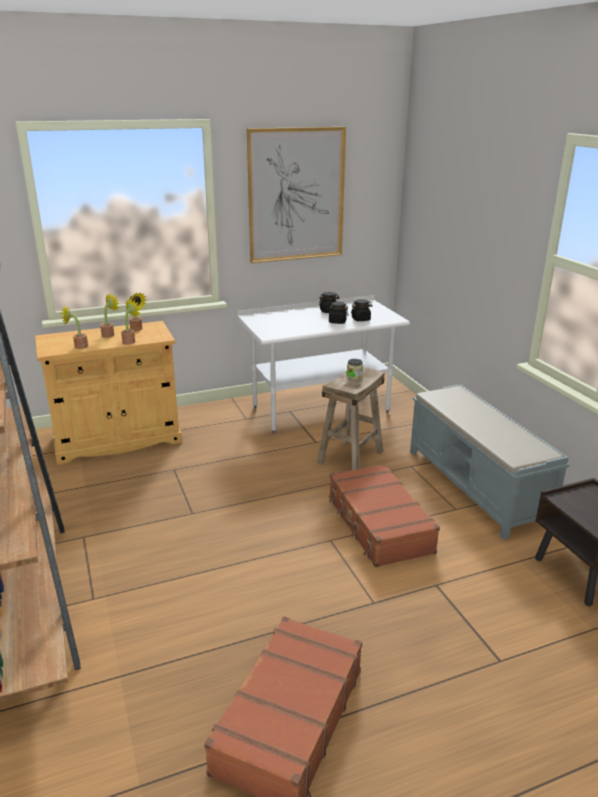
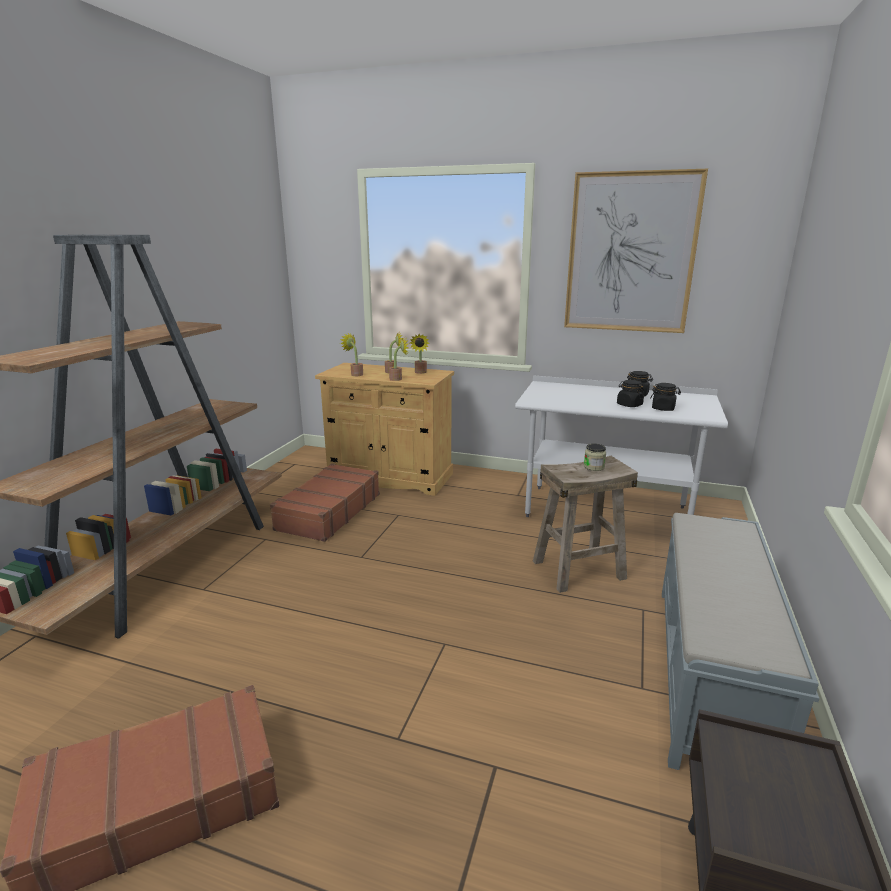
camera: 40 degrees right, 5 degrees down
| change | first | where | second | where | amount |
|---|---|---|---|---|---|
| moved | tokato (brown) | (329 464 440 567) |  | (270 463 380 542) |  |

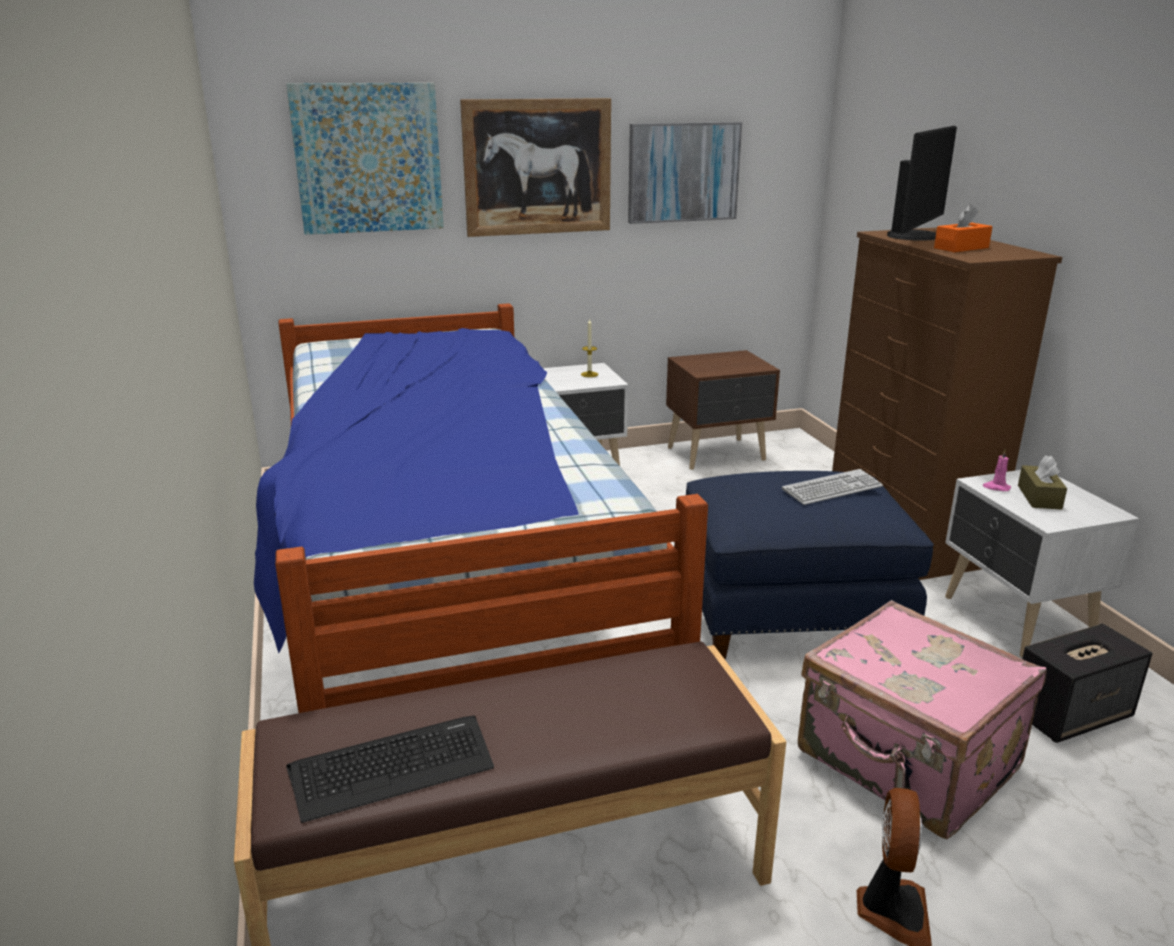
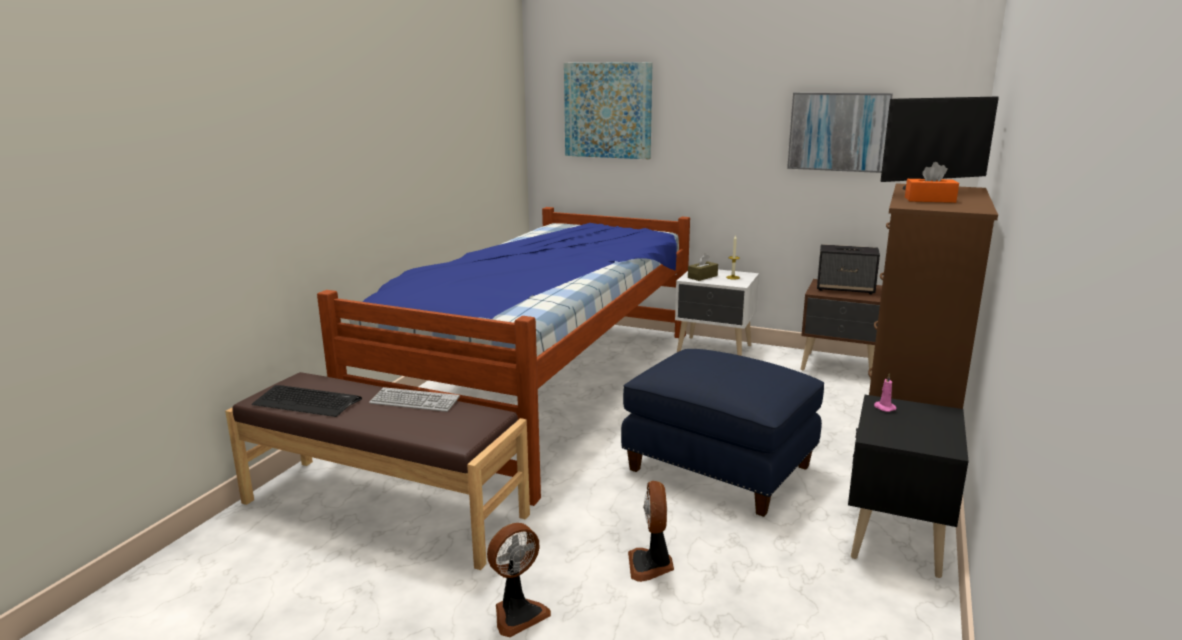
camera: 40 degrees right, 5 degrees down
| change | first | where | second | where | amount |
|---|---|---|---|---|---|
| removed | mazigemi | (460 98 611 237) |  |  |  |
| moved | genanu | (782 469 883 505) |  | (369 387 460 412) |  |
| replaced | tokato (pink) | (798 600 1046 839) | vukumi | (628 481 674 582) |  |
| recoloured | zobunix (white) | (945 470 1139 658) | zobunix (black) | (848 395 968 578) |  |
| moved | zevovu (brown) | (1018 455 1067 510) |  | (688 253 718 281) |  |
| moved | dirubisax | (1022 624 1152 743) |  | (817 244 880 295) |  |

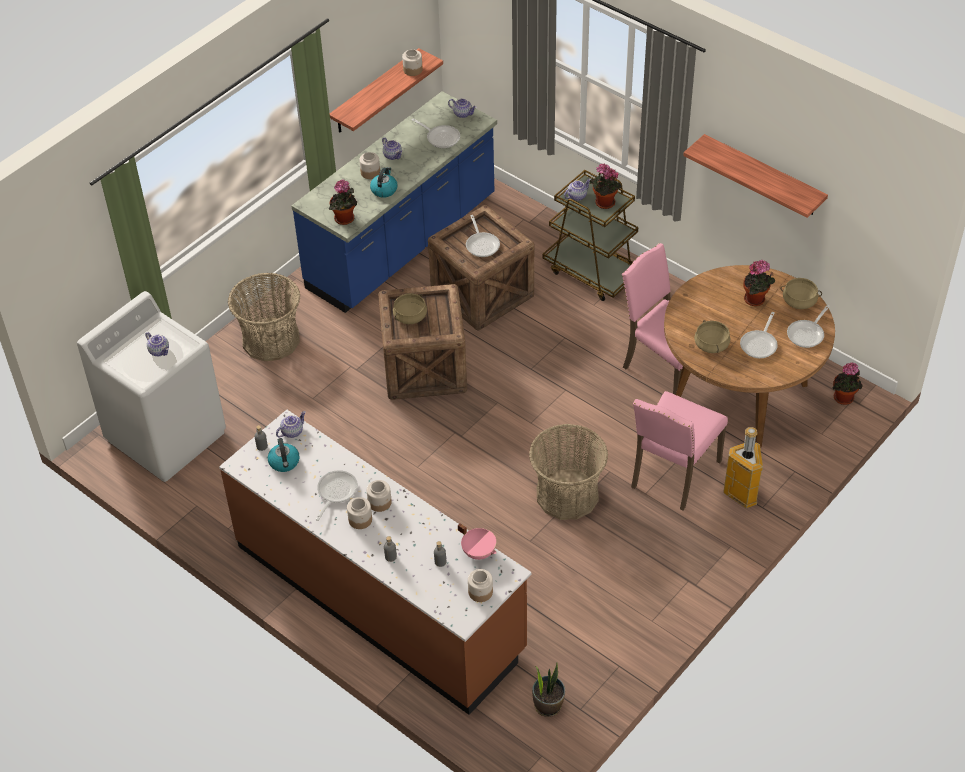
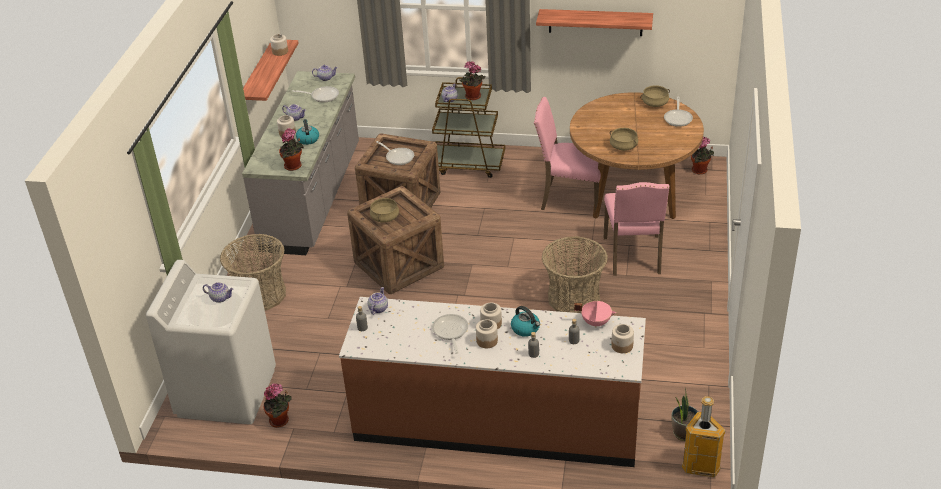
camera: 30 degrees left, 10 degrees down
| change | first | where | second | where | amount |
|---|---|---|---|---|---|
| moved | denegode | (268 438 300 472) |  | (511 306 540 337) |  |
| recoloured | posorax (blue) | (292 91 497 313) | posorax (grey) | (242 71 359 255) |  |
| moved | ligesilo | (723 427 763 509) |  | (682 396 725 477) |  |
| removed | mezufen | (740 312 778 358) |  |  |  |
| moved | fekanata | (743 260 775 306) |  | (264 383 292 428) |  |

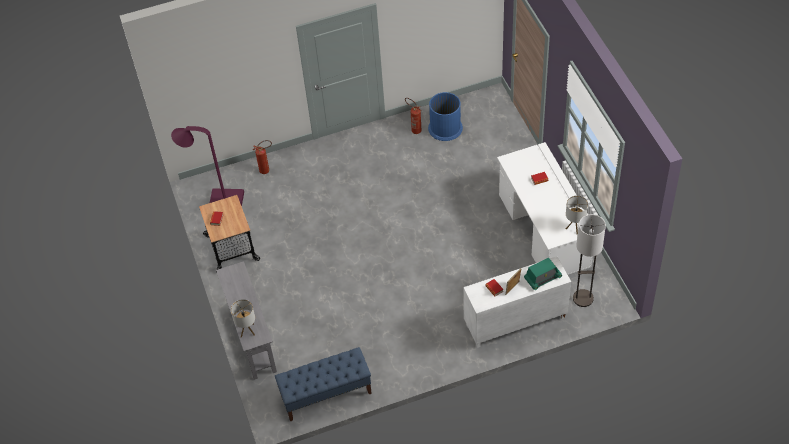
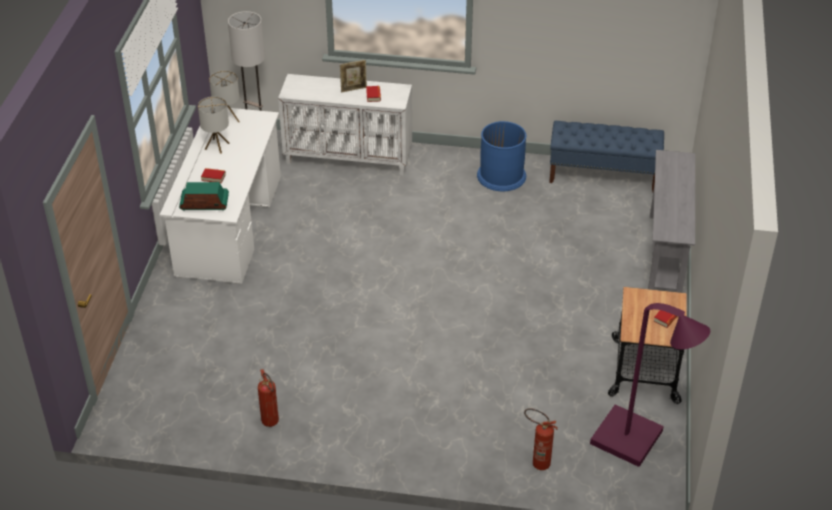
camera: 155 degrees left, 10 degrees down
| change | first | where | second | where | amount |
|---|---|---|---|---|---|
| moved | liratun | (231 299 255 337) |  | (198 96 230 154) |  |
| moved | ligesilo (blue) | (428 92 463 141) |  | (477 121 527 191) |  |
| moved | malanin | (524 258 562 290) |  | (179 182 229 211) |  |

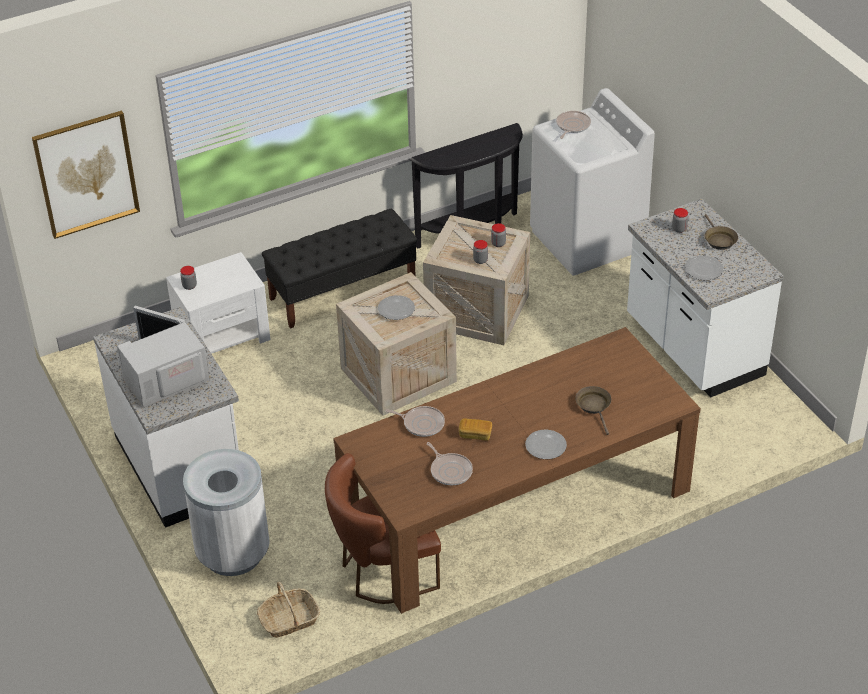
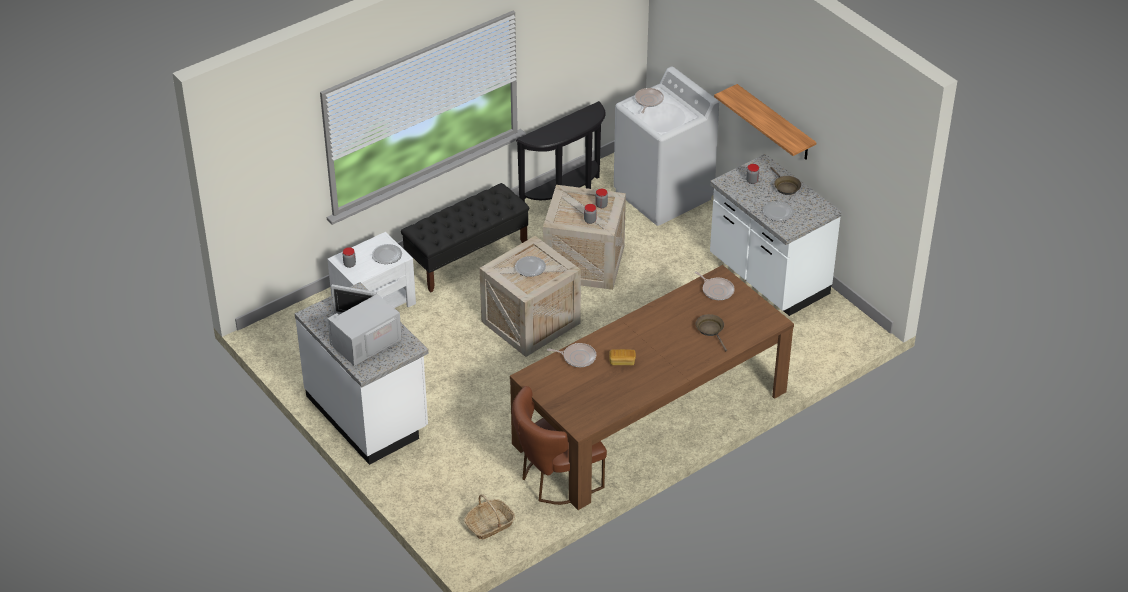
camera: 10 degrees left, 0 degrees up
| change | first | where | second | where | amount |
|---|---|---|---|---|---|
| removed | mazigemi | (32 110 140 239) |  |  |  |
| removed | ligesilo (white) | (183 449 270 576) |  |  |  |
| moved | mezufen | (427 442 473 485) |  | (695 271 735 300) |  |
| moved | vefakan | (525 430 567 459) |  | (372 244 402 264) |  |
| added |  |  | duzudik | (714 84 816 160) |  |

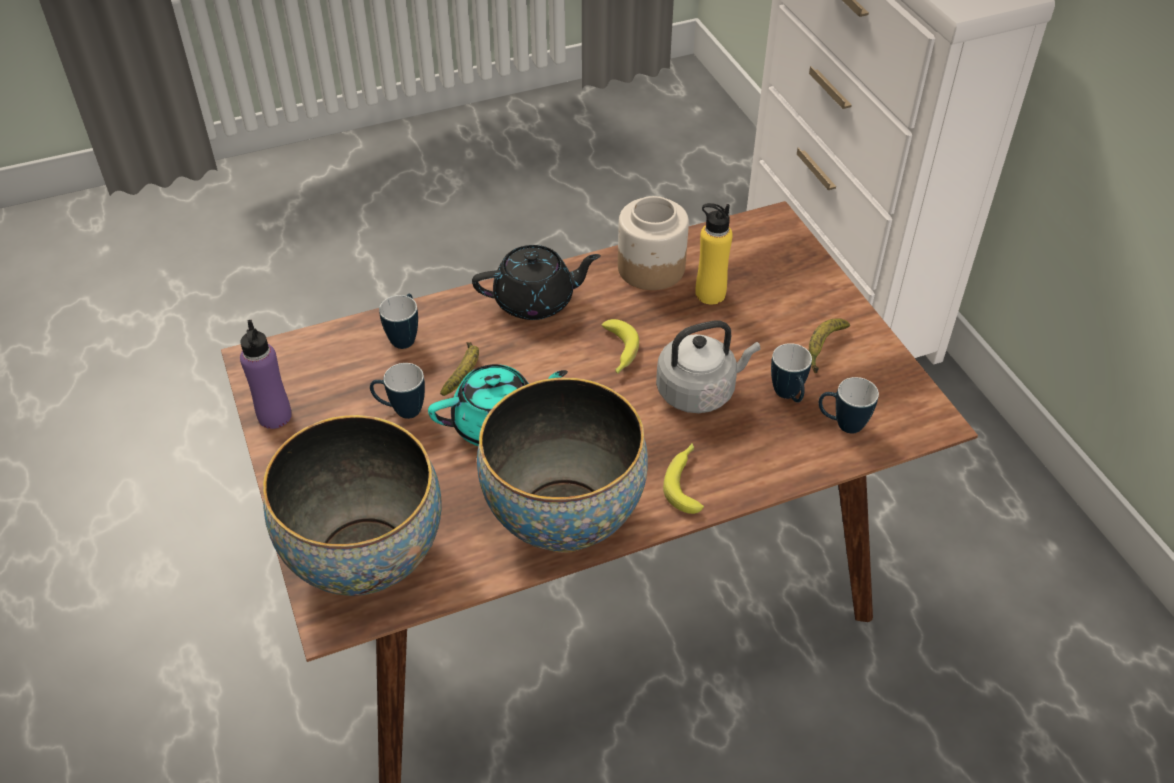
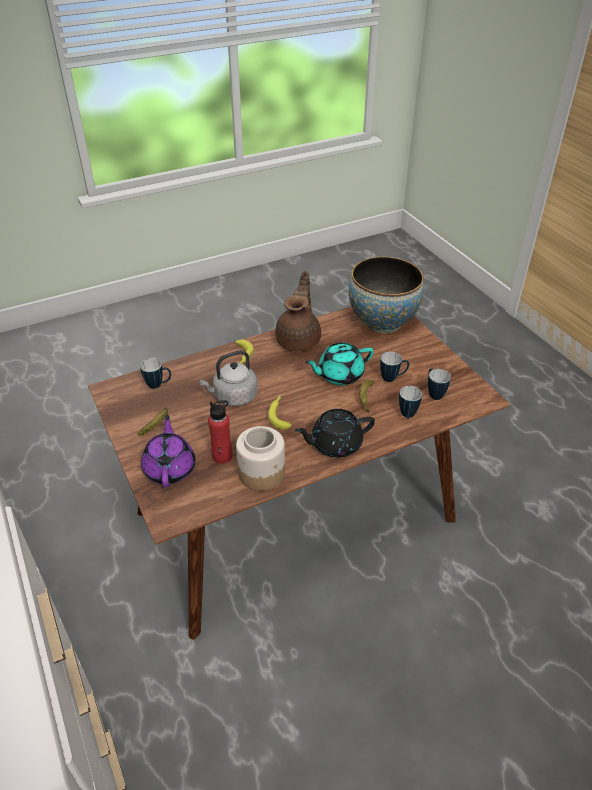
camera: 175 degrees right, 5 degrees down
| change | first | where | second | where | amount |
|---|---|---|---|---|---|
| removed | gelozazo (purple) | (240 320 292 429) |  |  |  |
| replaced | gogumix | (477 377 648 553) | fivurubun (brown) | (275 271 321 351) |  |
| recoloured | gelozazo (yellow) | (696 203 733 305) | gelozazo (red) | (208 400 232 464) |  |
| moved | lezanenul | (771 343 812 403) |  | (428 368 451 400) |  |
| added |  |  | fivurubun (purple) | (141 415 195 487) |  |

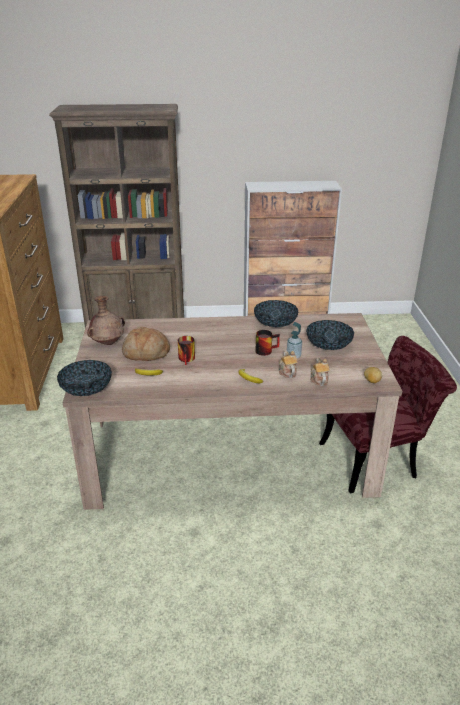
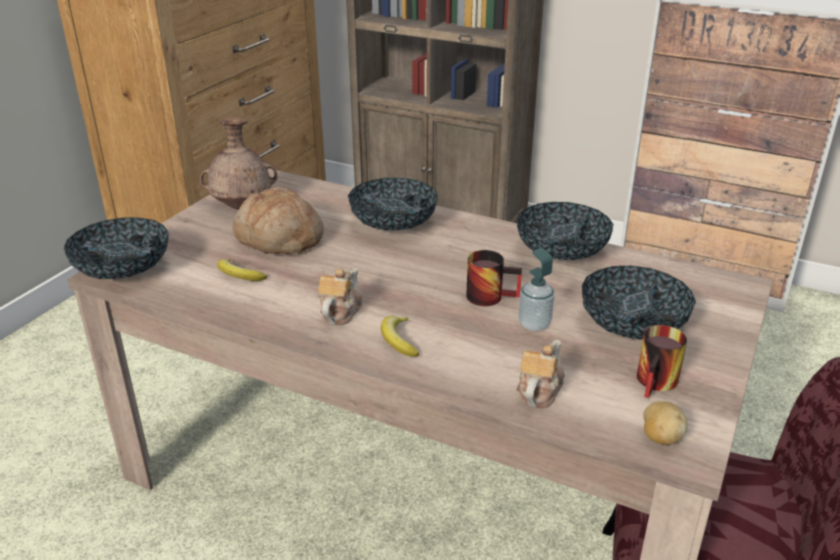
camera: 30 degrees right, 0 degrees up
| change | first | where | second | where | amount |
|---|---|---|---|---|---|
| moved | lezanenul | (178 336 195 365) |  | (637 325 687 398) |  |
| moved | fivurubun | (279 350 298 378) |  | (318 268 362 325) |  |
| added |  |  | gogumix | (348 178 438 230) |  |

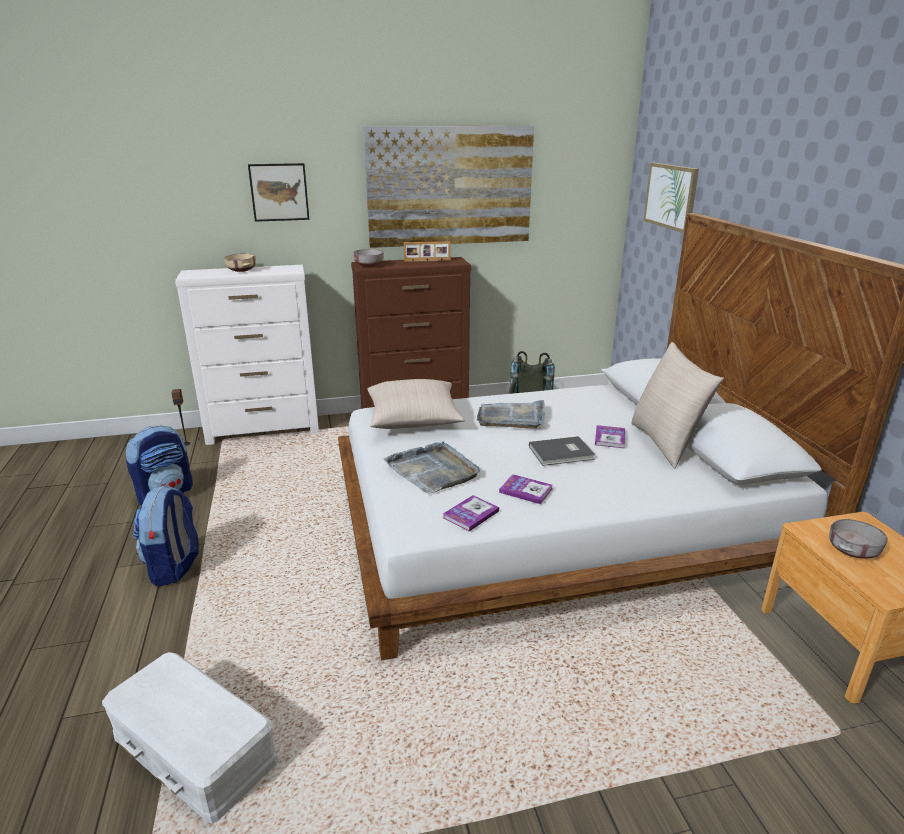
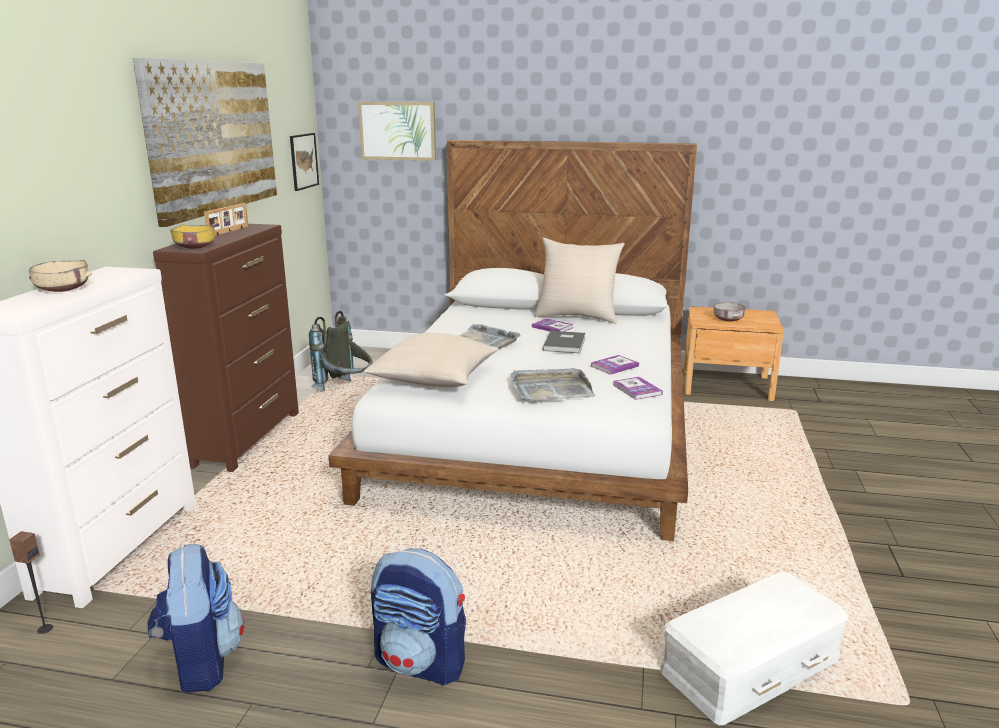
camera: 65 degrees left, 5 degrees down
| change | first | where | second | where | amount |
|---|---|---|---|---|---|
| moved | mazigemi | (248 163 309 222) |  | (290 133 319 191) |  |
| recoloured | gogumix (grey) | (354 248 384 267) | gogumix (yellow) | (170 224 215 249) |  |

